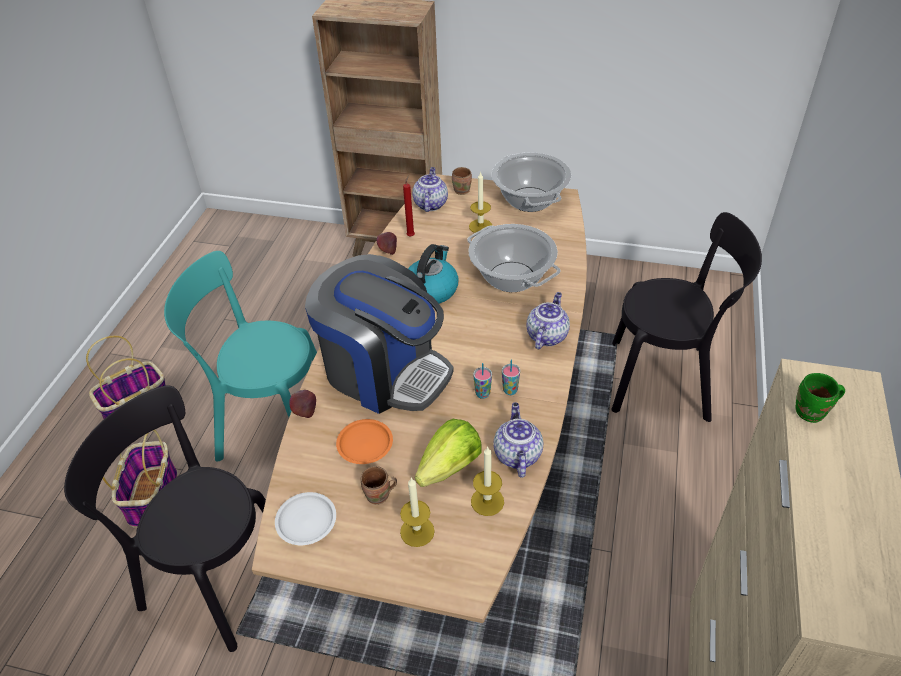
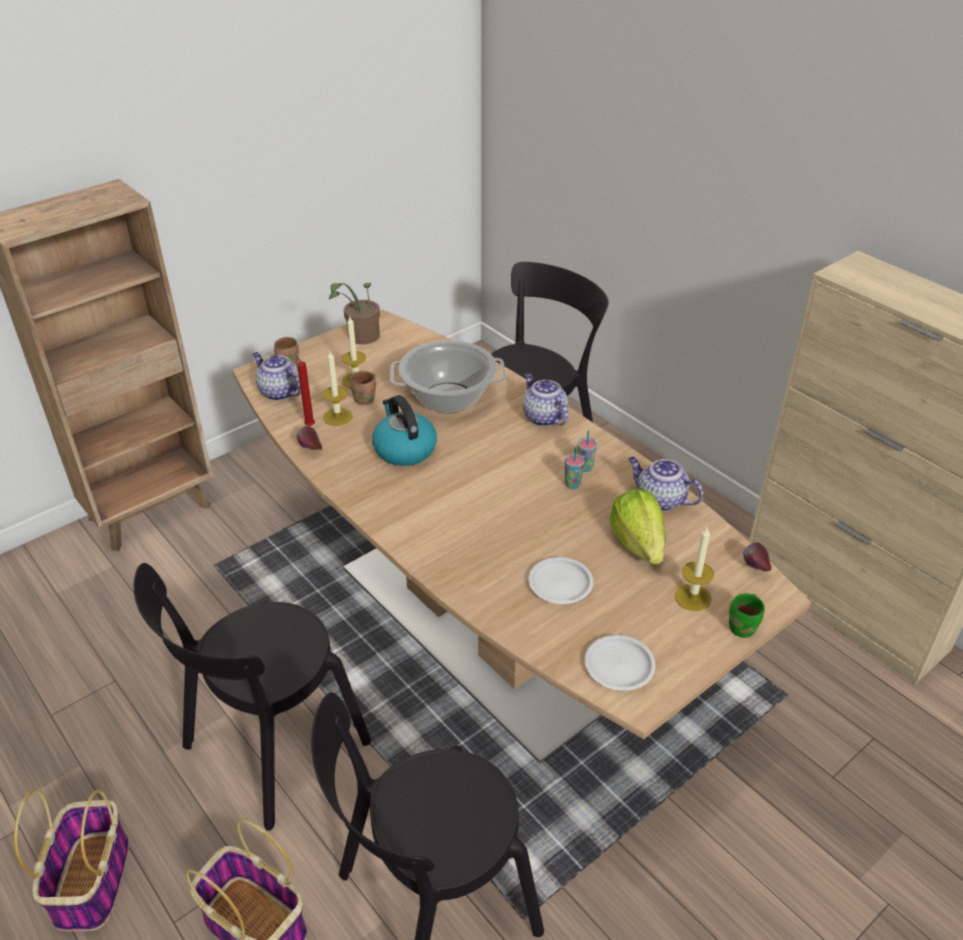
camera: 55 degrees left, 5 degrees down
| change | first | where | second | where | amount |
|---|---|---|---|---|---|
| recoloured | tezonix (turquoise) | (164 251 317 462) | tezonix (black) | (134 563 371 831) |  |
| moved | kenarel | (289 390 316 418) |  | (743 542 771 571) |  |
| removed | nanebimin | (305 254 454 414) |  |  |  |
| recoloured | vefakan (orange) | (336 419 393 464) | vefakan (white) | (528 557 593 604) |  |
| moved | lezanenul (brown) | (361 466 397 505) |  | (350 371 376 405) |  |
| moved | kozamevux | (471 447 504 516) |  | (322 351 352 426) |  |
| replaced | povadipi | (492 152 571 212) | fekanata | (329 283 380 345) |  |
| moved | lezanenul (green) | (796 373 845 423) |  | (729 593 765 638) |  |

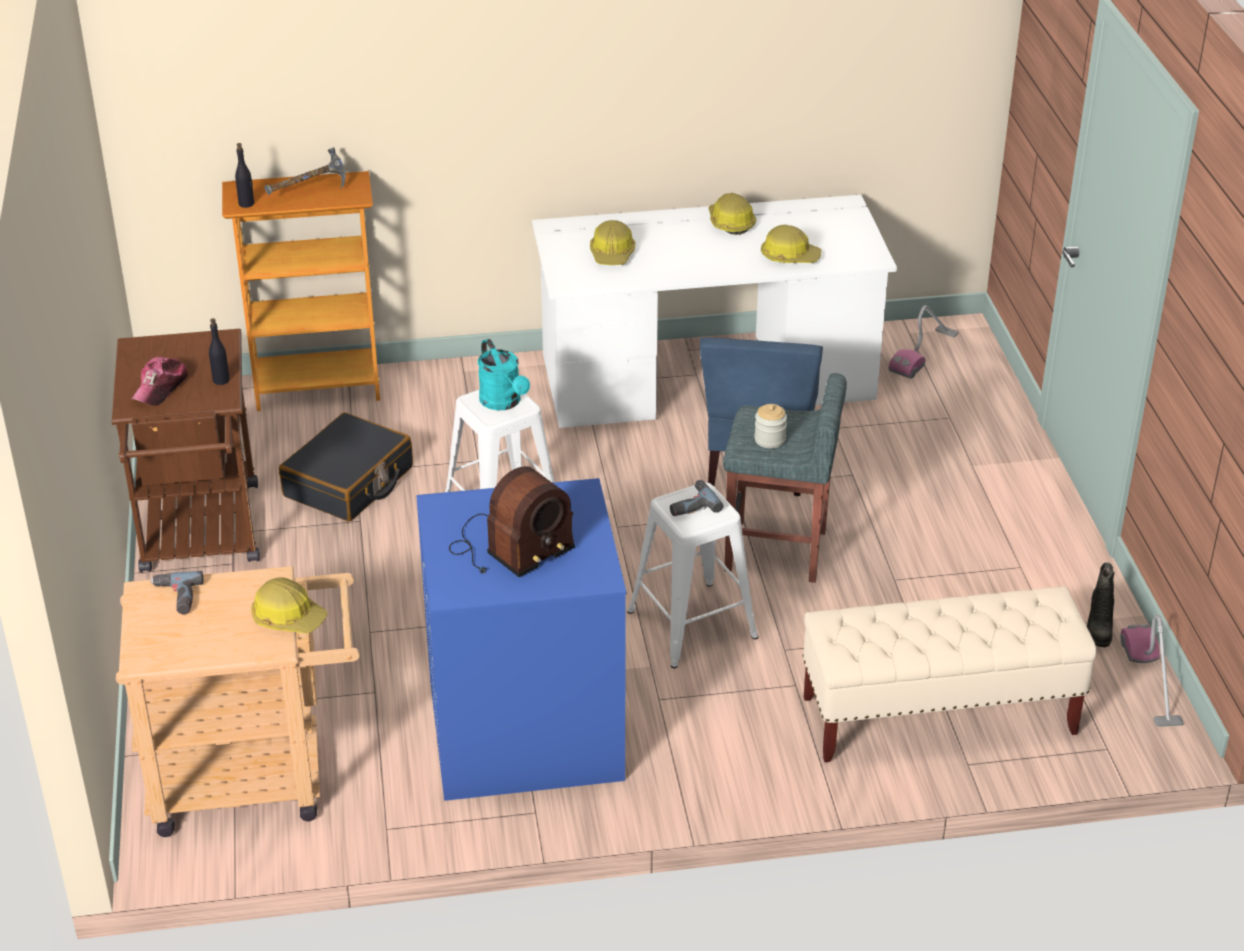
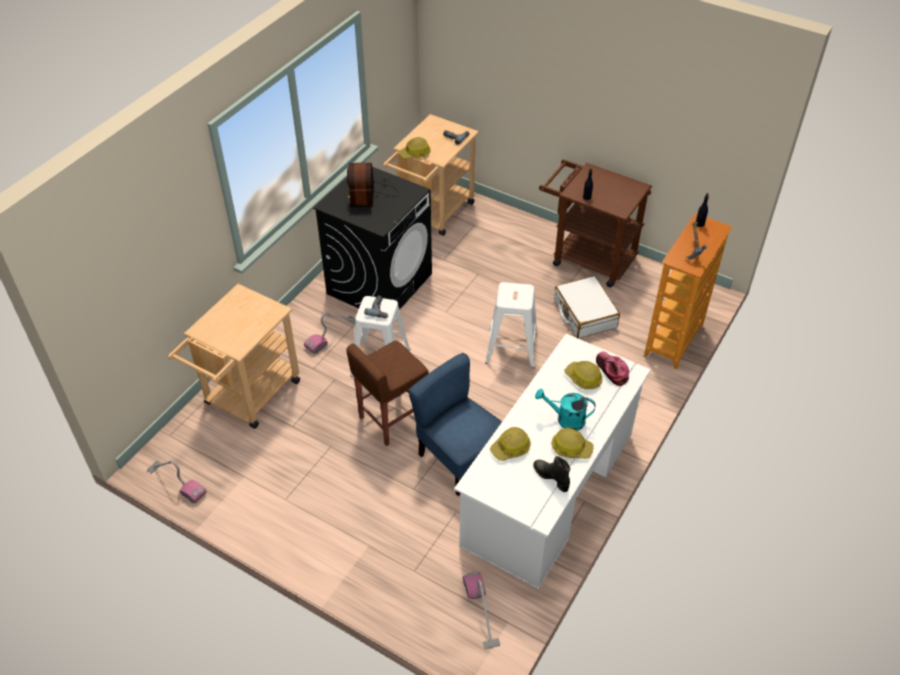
camera: 130 degrees right, 10 degrees up
| change | first | where | second | where | amount |
|---|---|---|---|---|---|
| moved | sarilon | (131 357 188 406) |  | (596 352 629 386) |  |
| recoloured | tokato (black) | (279 412 413 522) | tokato (white) | (554 276 620 339) |  |
| recoloured | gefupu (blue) | (416 478 626 801) | gefupu (black) | (313 167 432 310) |  |
| moved | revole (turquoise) | (478 339 530 410) |  | (535 389 595 431) |  |
| recoloured | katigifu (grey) | (723 373 847 583) | katigifu (brown) | (346 341 429 446) |  |
| removed | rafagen | (754 404 787 449) |  |  |  |
| replaced | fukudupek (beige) | (802 586 1097 762) | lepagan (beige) | (168 284 300 429) |  |
| moved | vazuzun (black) | (1087 563 1115 647) |  | (533 456 570 492) |  |
| added |  |  | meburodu | (304 313 355 354) |  |

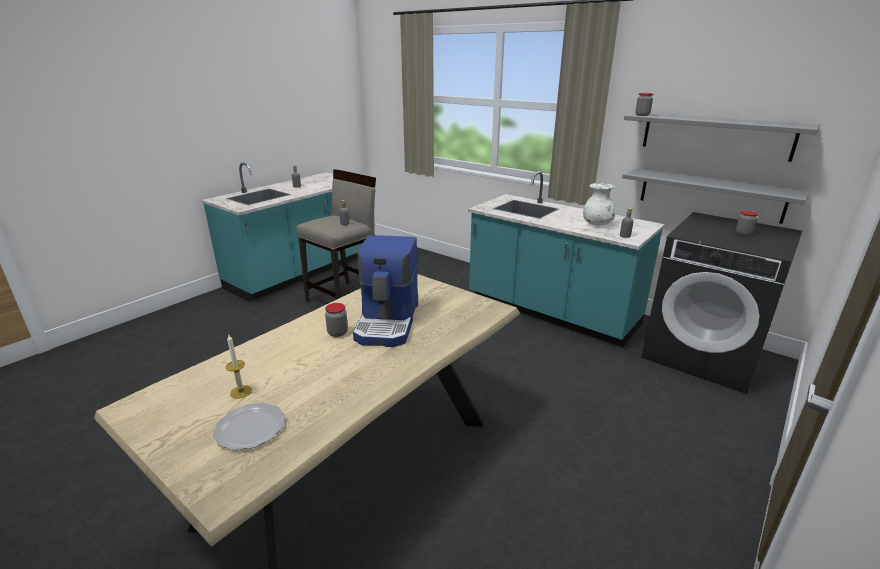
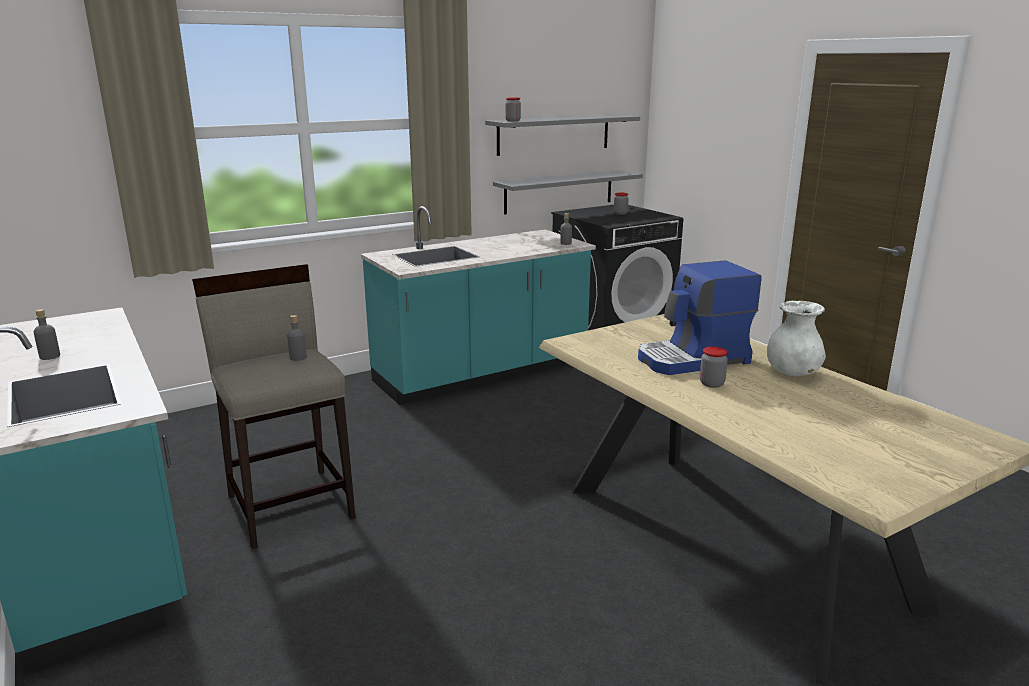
camera: 70 degrees left, 5 degrees down
| change | first | where | second | where | amount |
|---|---|---|---|---|---|
| removed | vefakan | (213 403 285 450) |  |  |  |
| removed | kozamevux | (226 335 252 399) |  |  |  |
| turned | nanebimin | (353 235 418 347) |  | (638 260 762 375) | 135 degrees clockwise |
| moved | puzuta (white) | (583 183 616 226) |  | (767 301 826 376) |  |

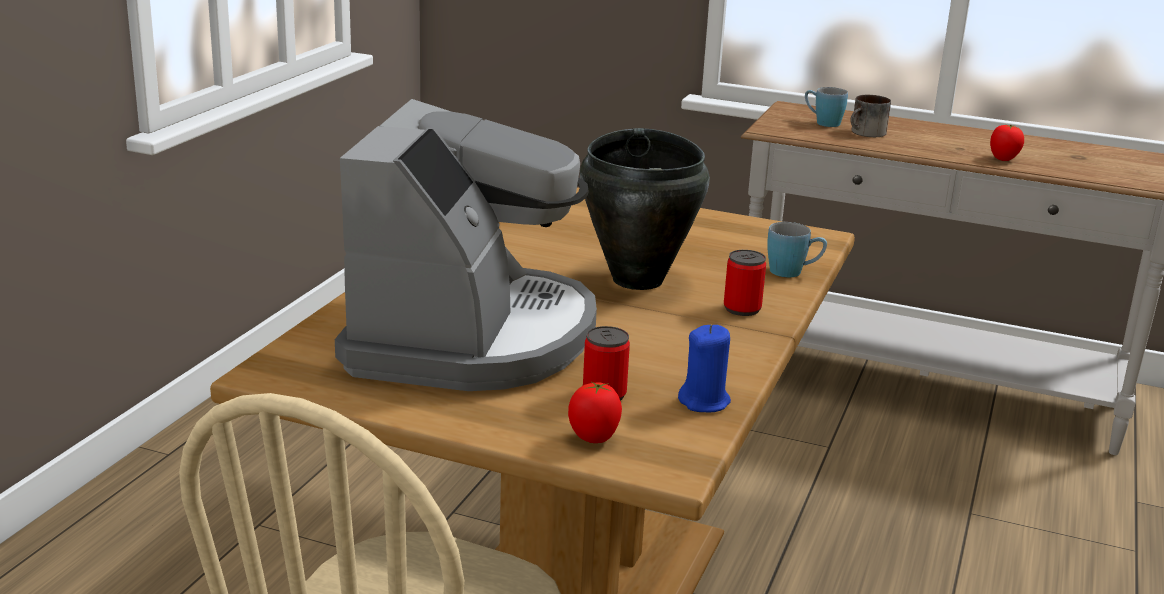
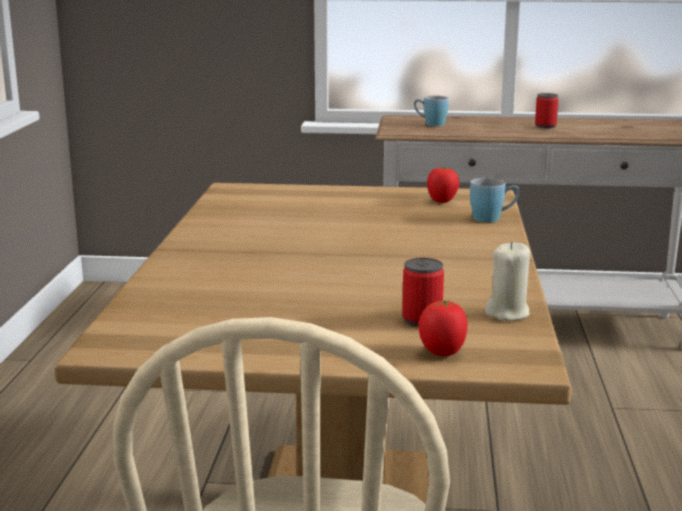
camera: 15 degrees left, 5 degrees down
| change | first | where | second | where | amount |
|---|---|---|---|---|---|
| removed | nanebimin | (335 99 597 391) |  |  |  |
| removed | povadipi (black) | (580 128 710 290) |  |  |  |
| recoloured | kozamevux (blue) | (678 325 731 412) | kozamevux (beige) | (484 242 530 321) |  |
| moved | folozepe | (724 250 766 316) |  | (535 93 558 128) |  |
| removed | lezanenul | (850 95 891 137) |  |  |  |
| moved | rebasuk | (990 125 1024 161) |  | (427 167 459 203) |  |

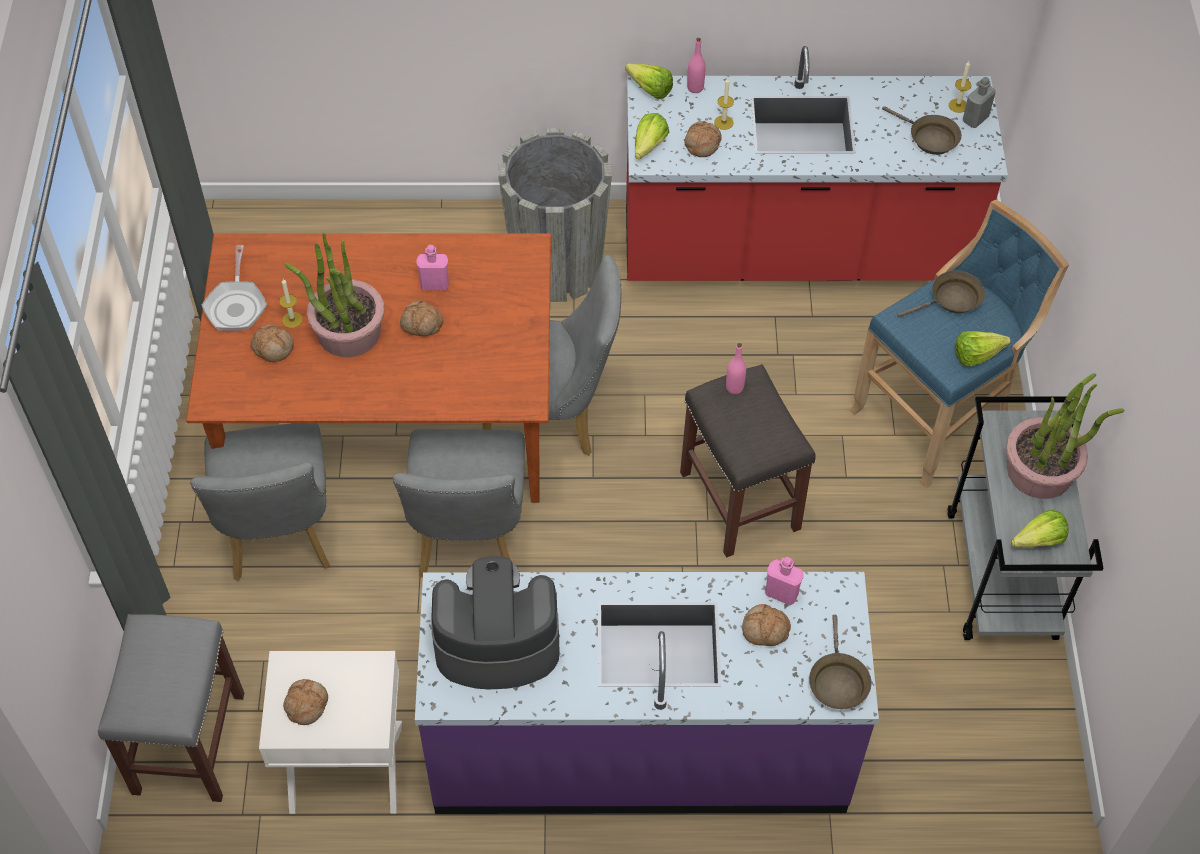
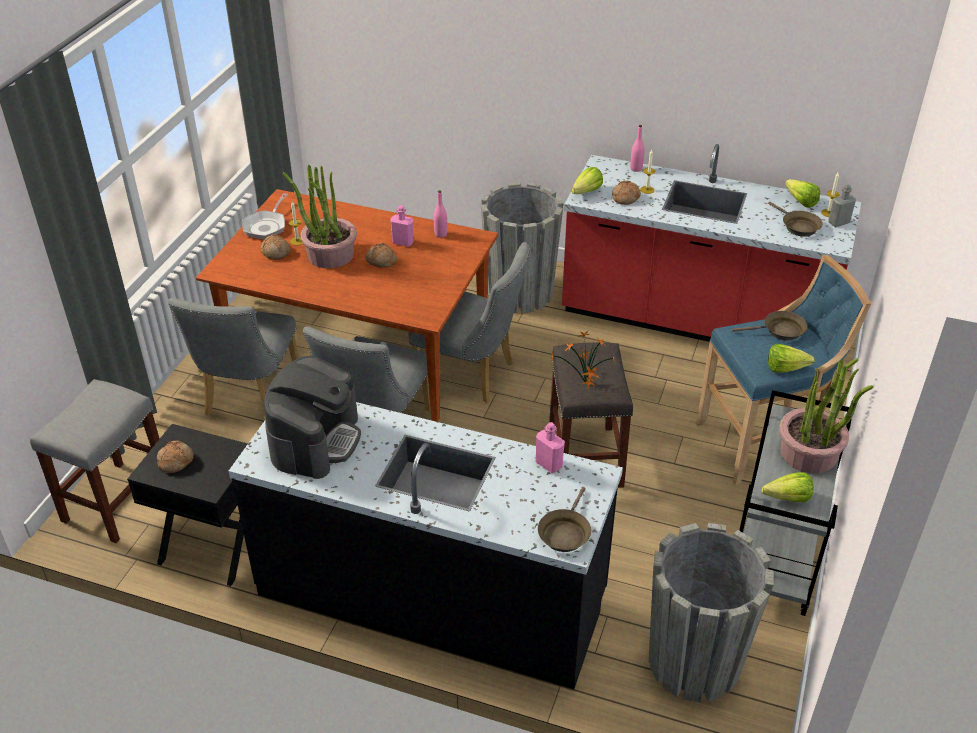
camera: 20 degrees right, 15 degrees down
| change | first | where | second | where | amount |
|---|---|---|---|---|---|
| recoloured | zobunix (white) | (259 651 402 814) | zobunix (black) | (127 424 247 586) |  |
| recoloured | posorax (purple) | (415 572 879 814) | posorax (black) | (229 402 623 689) |  |
| turned | nanebimin | (431 557 560 689) |  | (264 355 361 479) | 90 degrees clockwise |
| moved | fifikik | (625 63 673 99) |  | (785 179 820 208) |  |
| moved | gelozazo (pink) | (726 343 746 394) |  | (434 190 447 238) |  |
| removed | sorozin | (742 604 791 646) |  |  |  |
| added |  |  | fekanata | (551 331 615 388) |  |
| added |  |  | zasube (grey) | (649 523 774 702) |  |

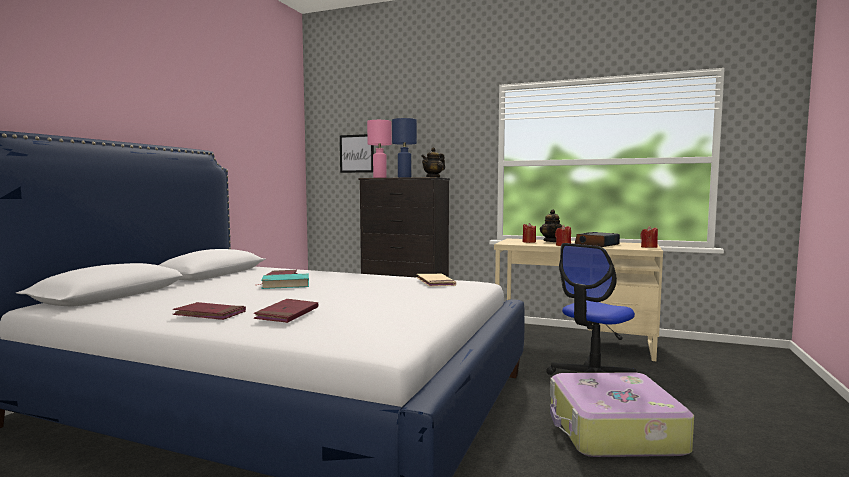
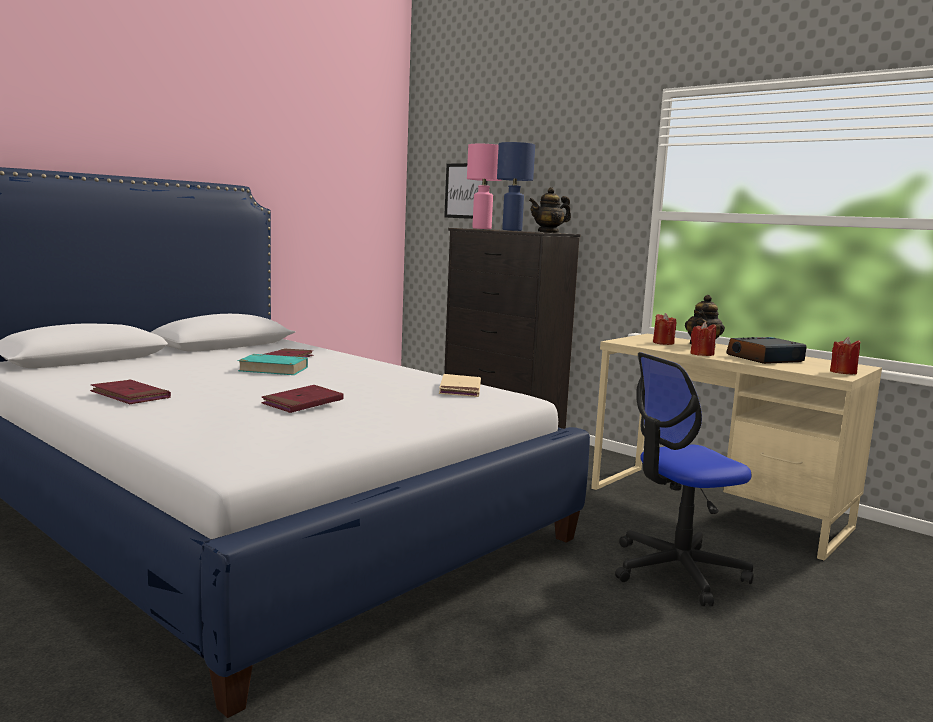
camera: 20 degrees right, 5 degrees up
| change | first | where | second | where | amount |
|---|---|---|---|---|---|
| moved | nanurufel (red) | (254 299 318 323) |  | (261 385 344 413) |  |
| removed | tokato | (550 372 694 457) |  |  |  |

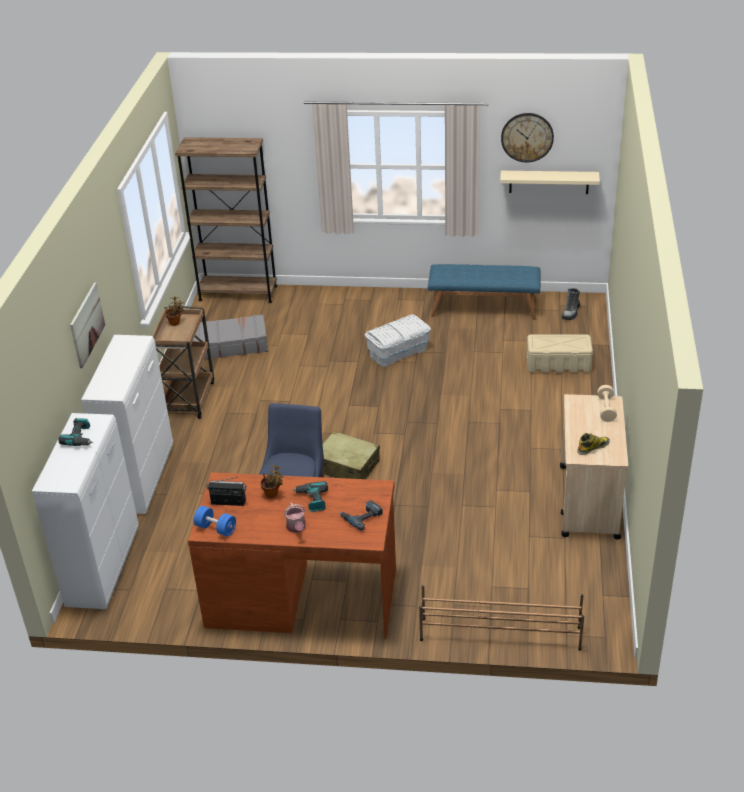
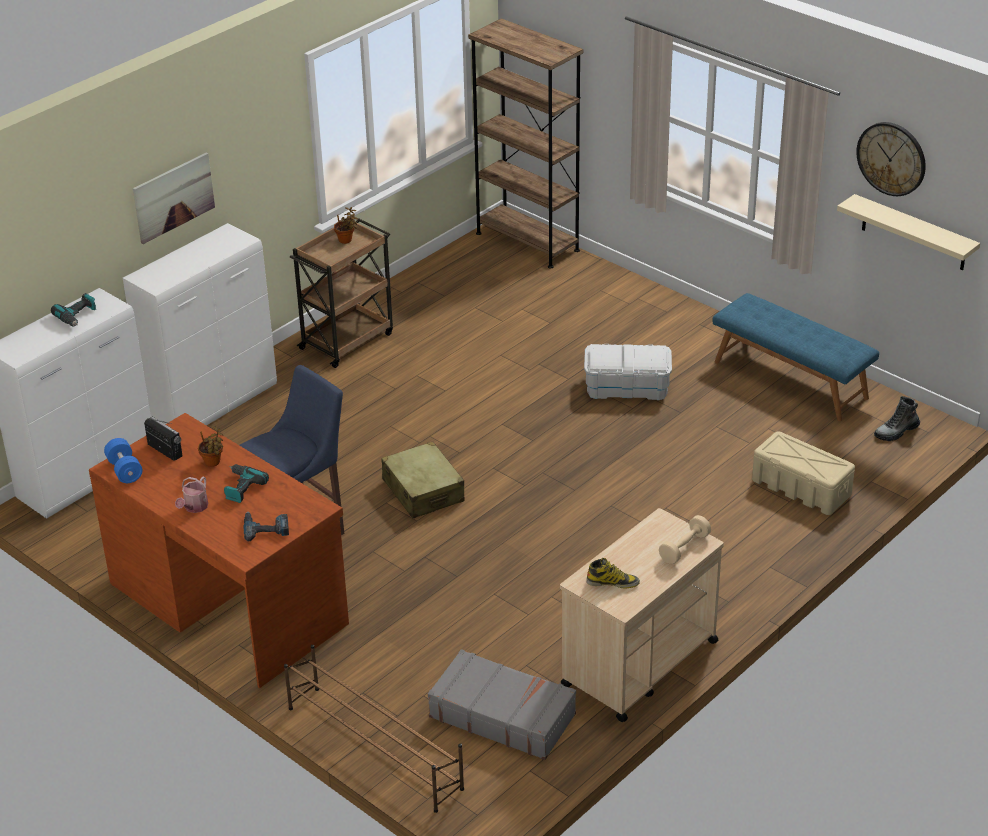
camera: 35 degrees right, 0 degrees up
| change | first | where | second | where | amount |
|---|---|---|---|---|---|
| moved | tokato (grey) | (193 314 268 360) |  | (428 649 576 760) |  |

